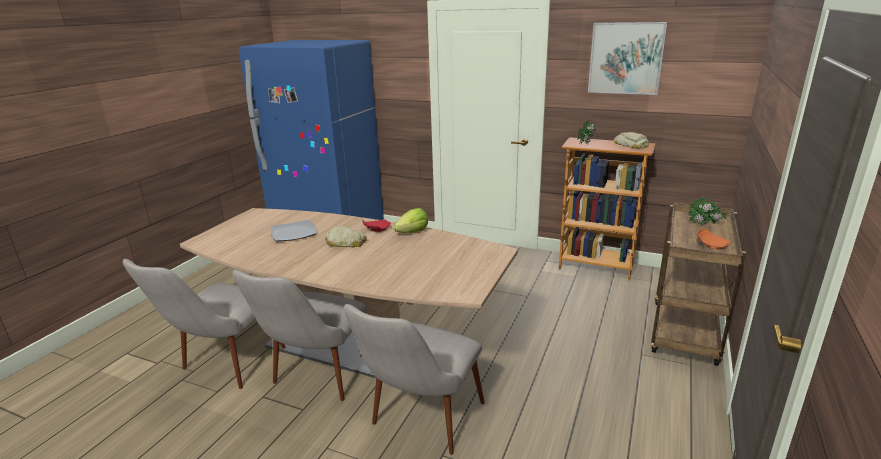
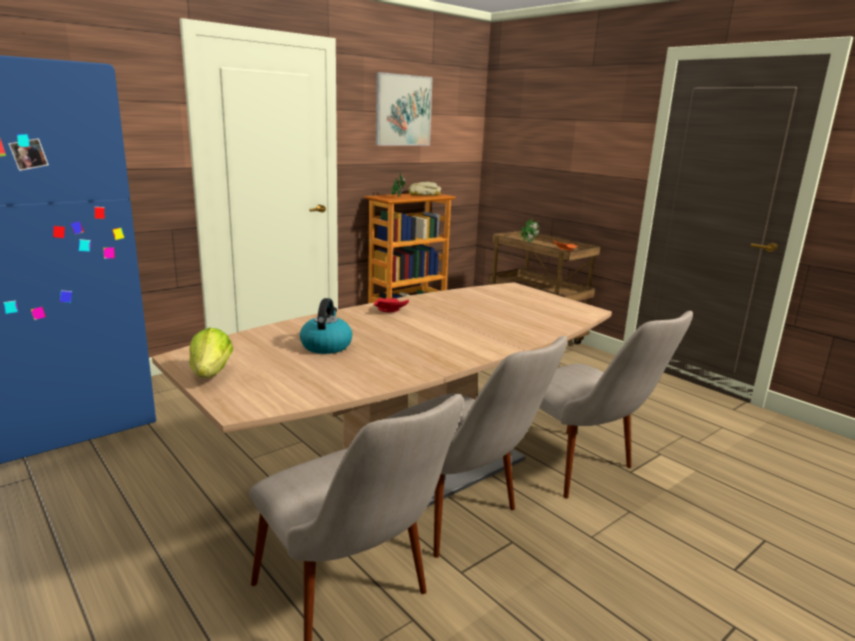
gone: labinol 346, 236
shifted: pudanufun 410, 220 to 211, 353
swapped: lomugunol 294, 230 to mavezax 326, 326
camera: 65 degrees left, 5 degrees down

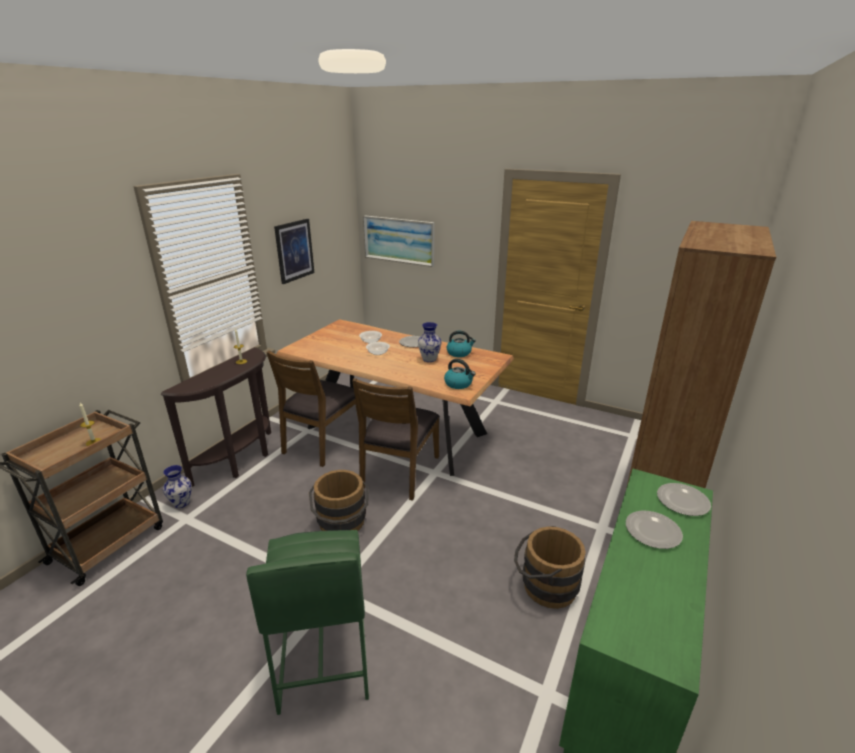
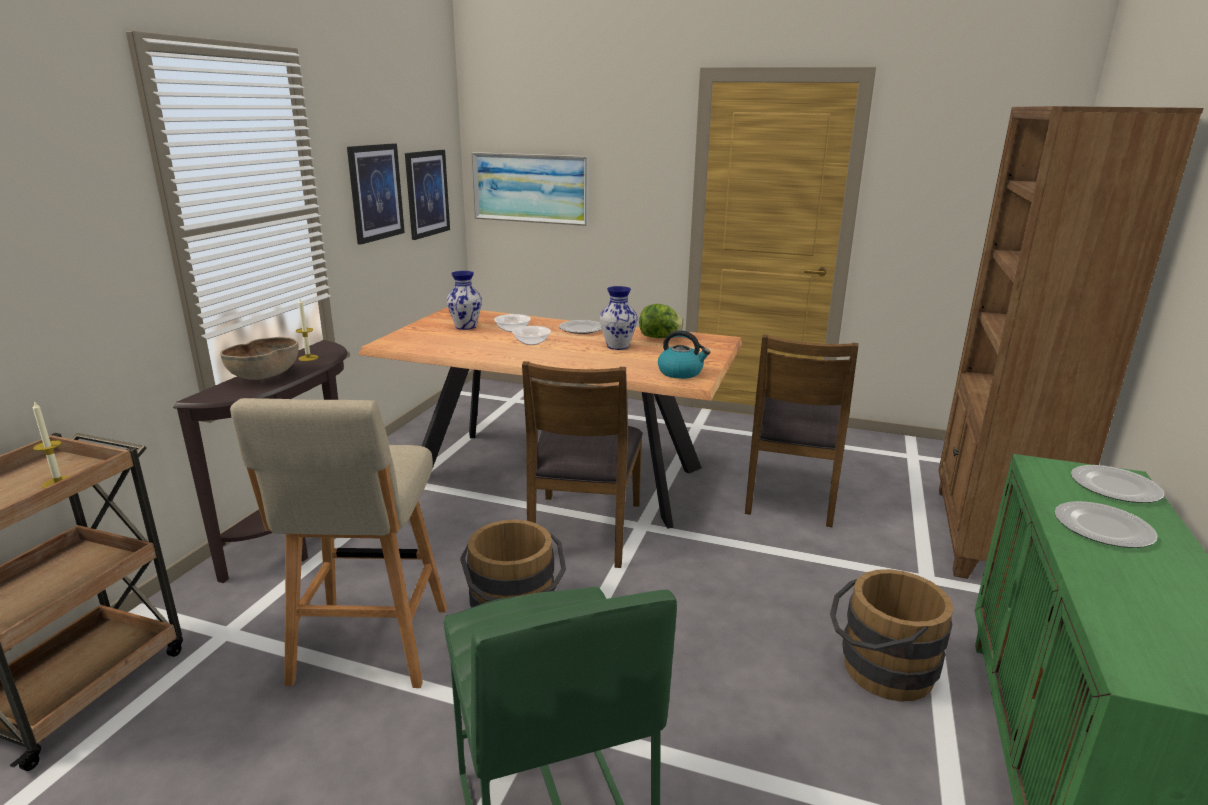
new: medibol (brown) 259, 358; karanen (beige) 338, 543; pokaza 427, 195
shifted: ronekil 177, 486 to 464, 300; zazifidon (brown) 312, 408 to 801, 430
swapped: mavezax 461, 344 to pudanufun 661, 321
camera: 10 degrees left, 5 degrees down

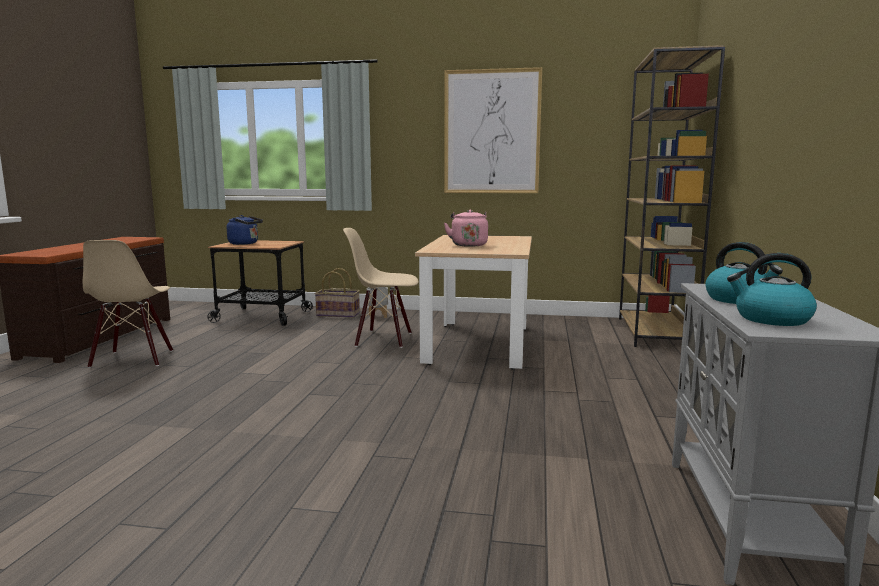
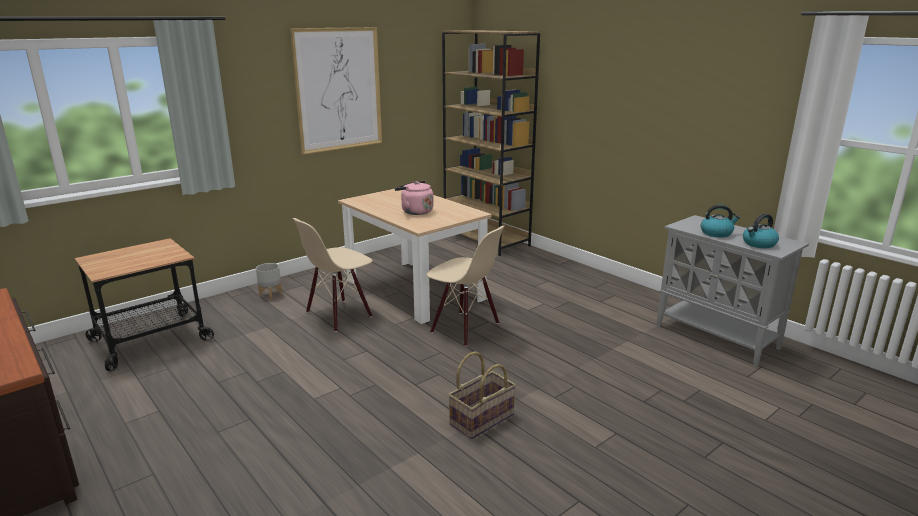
gone: mavezax (blue) 245, 230
shifted: zazifidon (beige) 128, 304 to 465, 286; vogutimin 337, 292 to 482, 395
camera: 50 degrees left, 10 degrees up

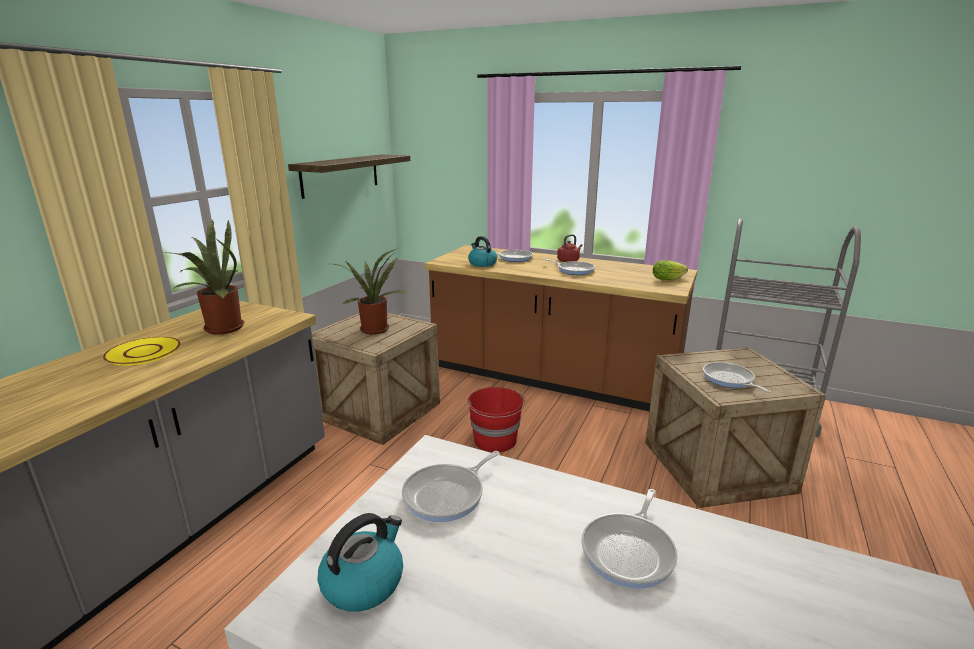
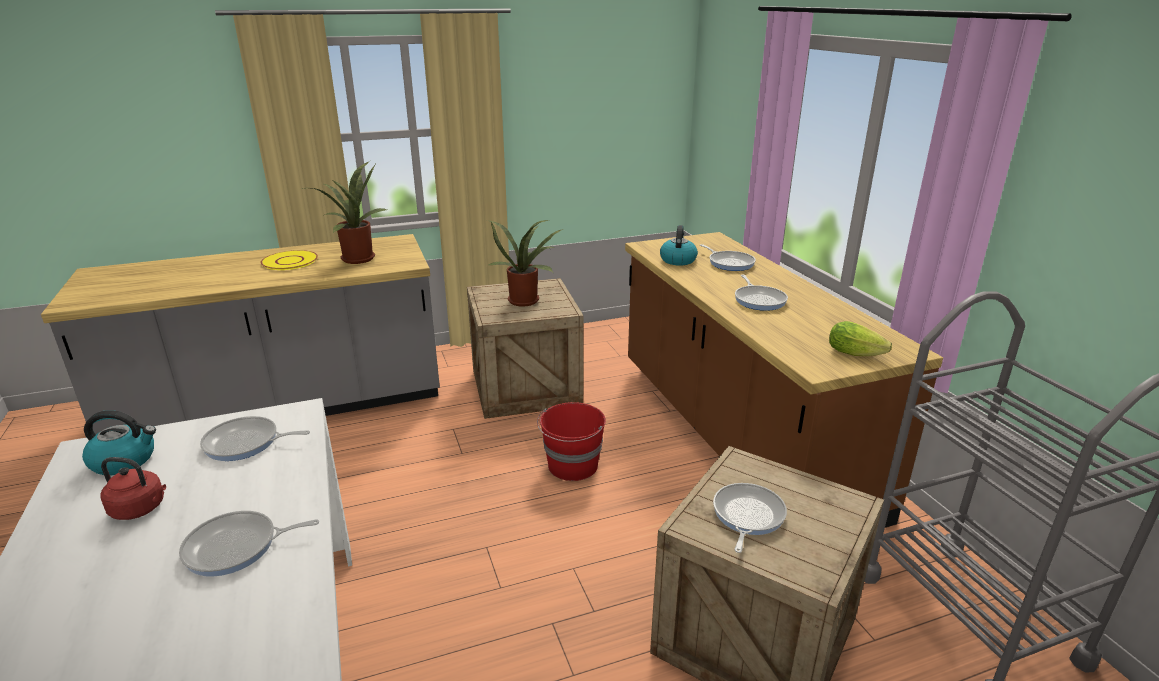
gone: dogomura 349, 177
shifted: mavezax (red) 569, 248 to 133, 488
camera: 45 degrees right, 5 degrees up

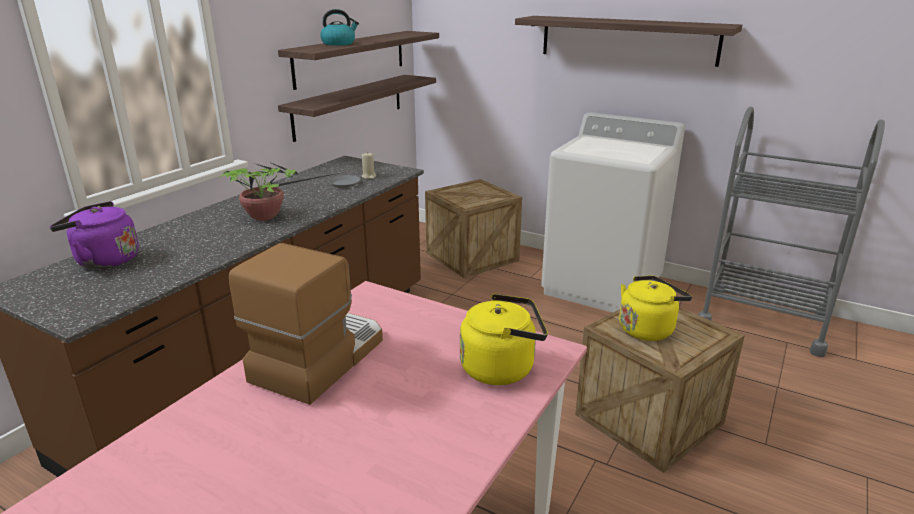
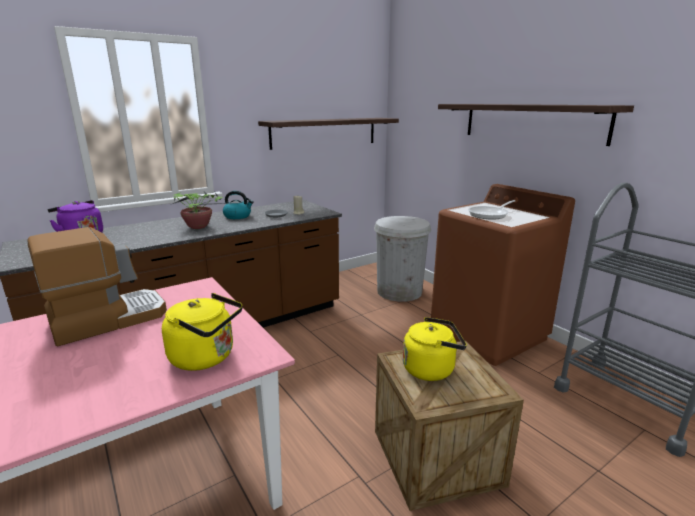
gone: dogomura 357, 108
new: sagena 491, 209
shifted: mavezax 339, 27 to 238, 205
swapped: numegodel 473, 228 to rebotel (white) 402, 259
repainted: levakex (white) 613, 212 to levakex (brown) 503, 275
camera: 25 degrees right, 5 degrees down

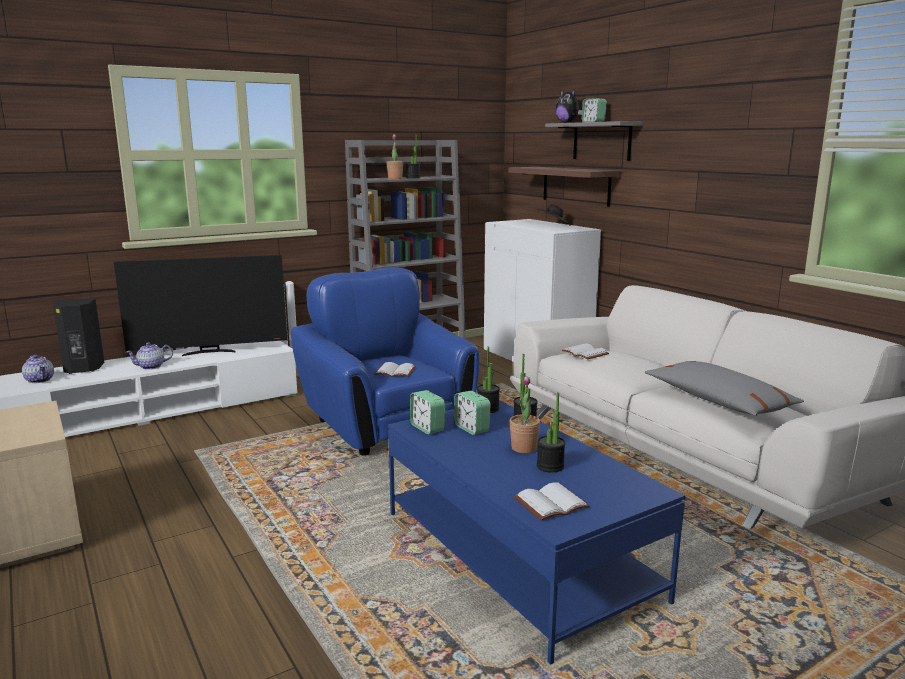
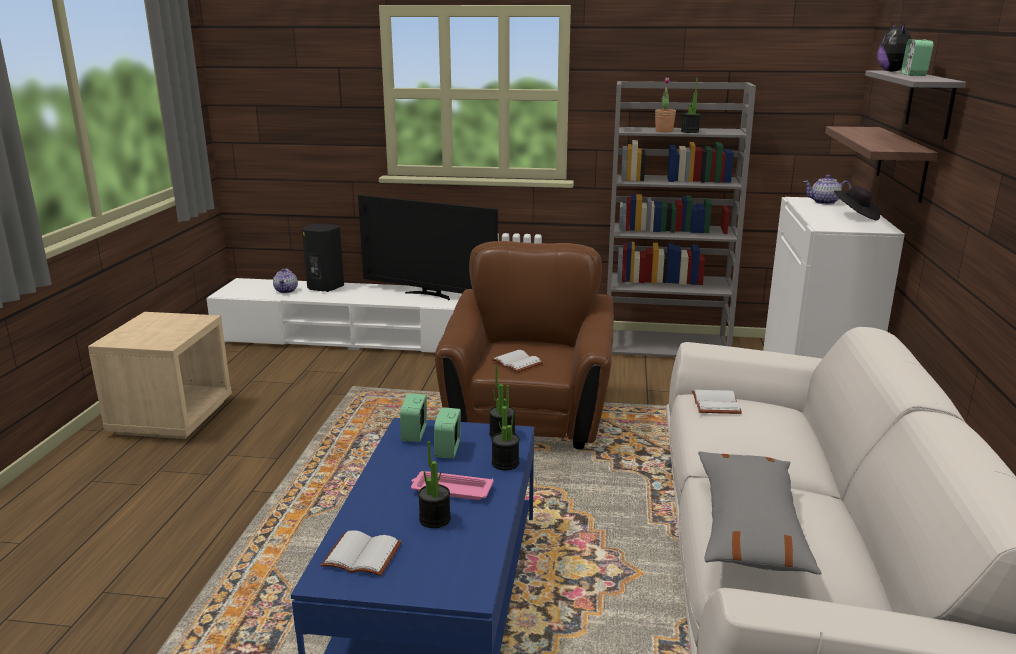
shifted: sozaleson 149, 356 to 827, 190
swapped: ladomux 524, 414 to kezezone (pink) 452, 485
repainted: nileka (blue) 385, 362 to nileka (brown) 524, 345
camera: 40 degrees right, 5 degrees up

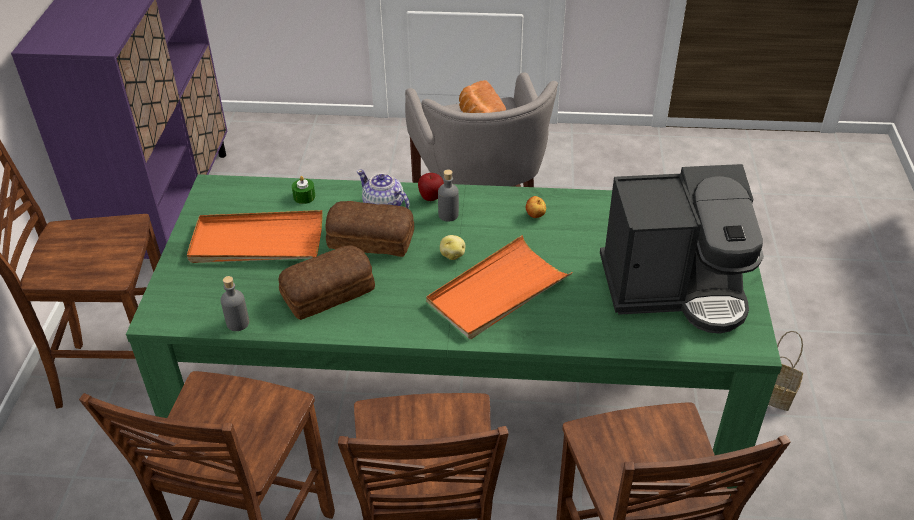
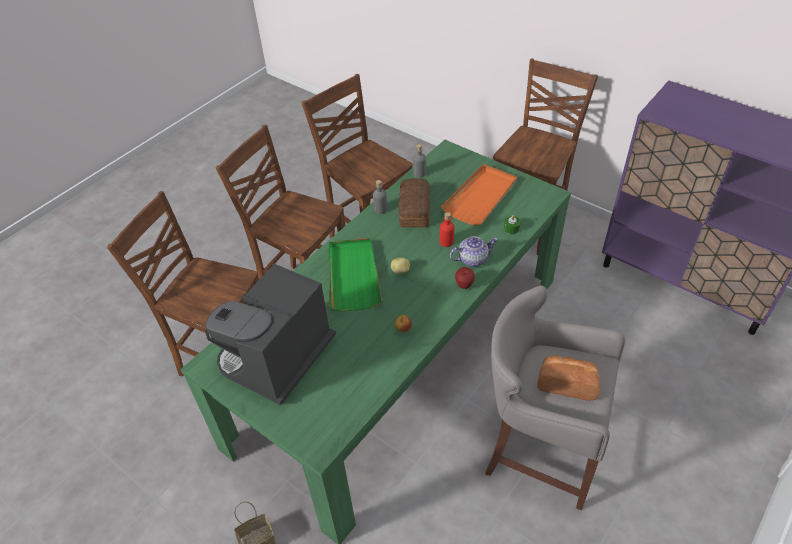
shifted: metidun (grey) 448, 195 to 380, 197
swapped: labinol 369, 229 to metidun (red) 447, 229
repainted: kezezone (orange) 499, 287 to kezezone (green) 355, 274
camera: 125 degrees right, 5 degrees up

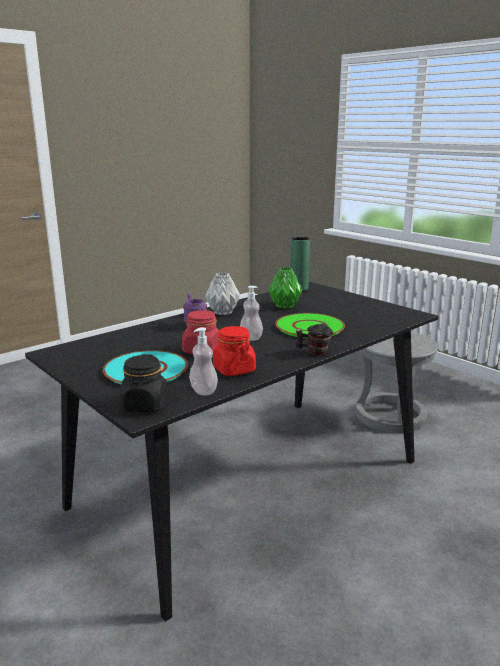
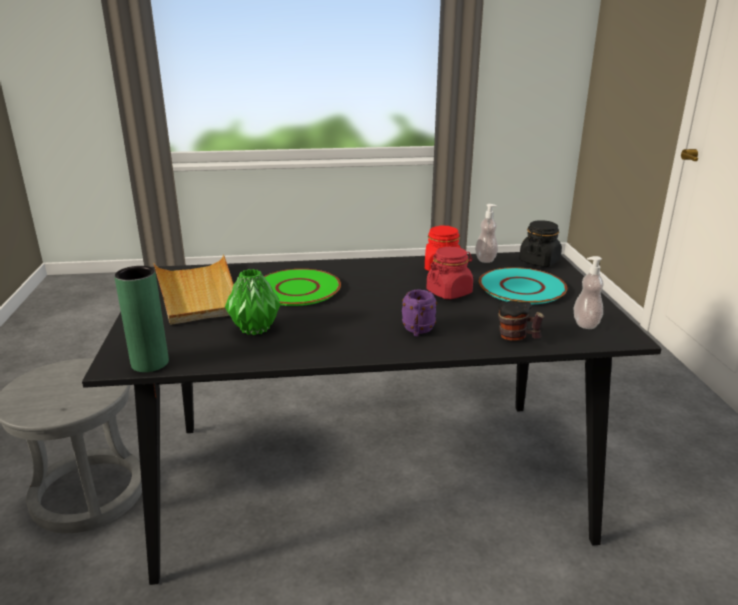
gone: ronekil (grey) 222, 293
new: kezezone (beige) 193, 289
shifted: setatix 251, 313 to 589, 292; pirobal 314, 339 to 521, 321
camera: 145 degrees left, 5 degrees up

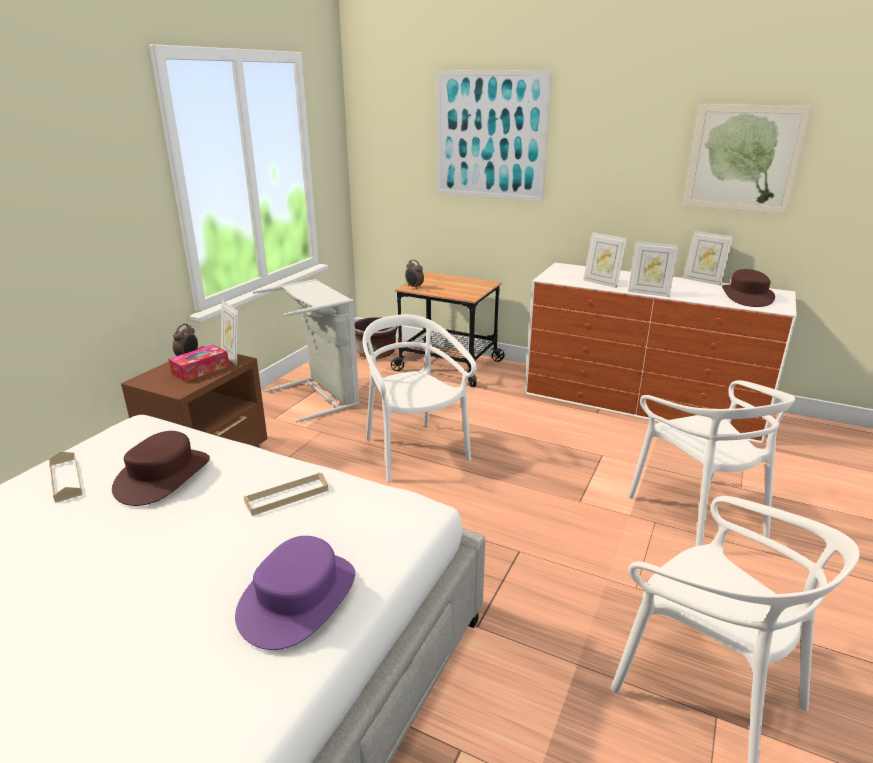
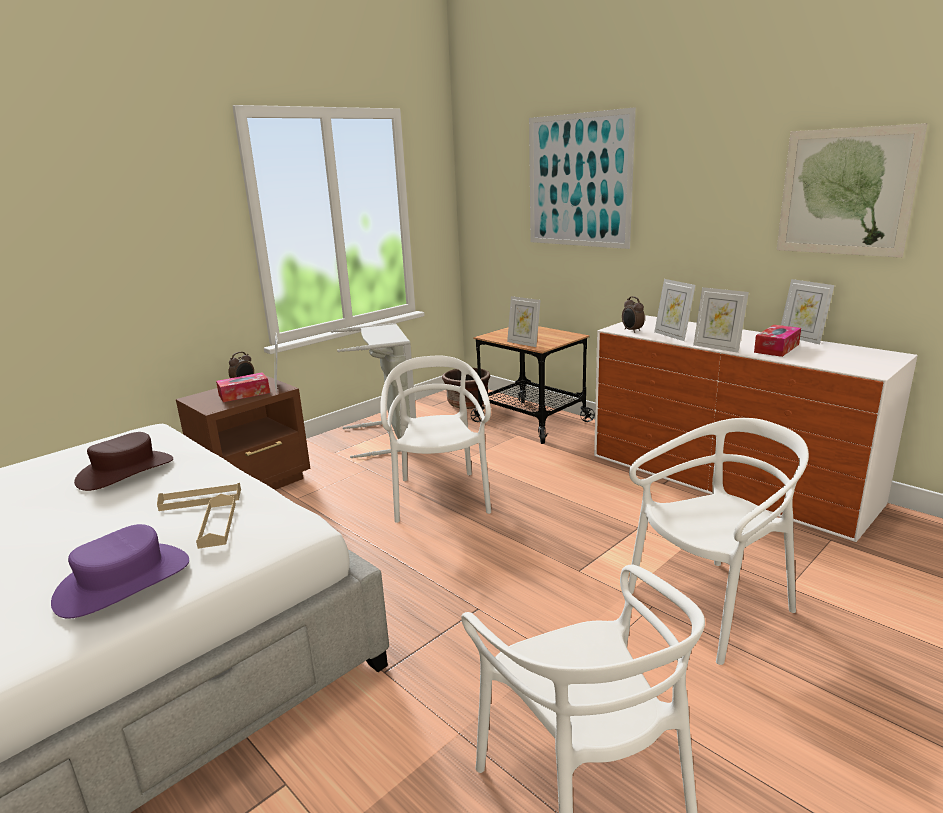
gone: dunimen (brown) 748, 288
new: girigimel 524, 321; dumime 777, 341
shifted: kezezone (beige) 66, 477 to 216, 521; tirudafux 414, 274 to 633, 314
rotated: zazifidon (white) 711, 463 = 718, 541 120 degrees counterclockwise
camera: 20 degrees right, 5 degrees down

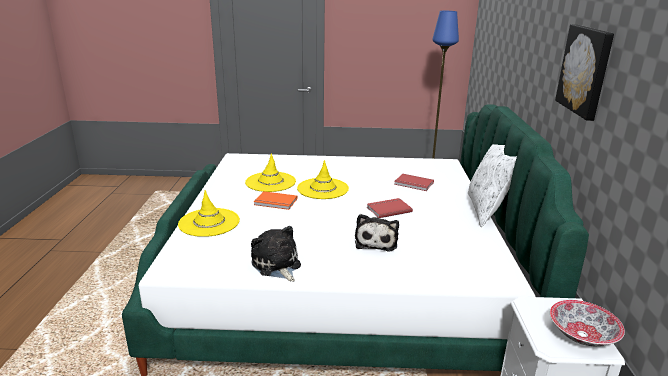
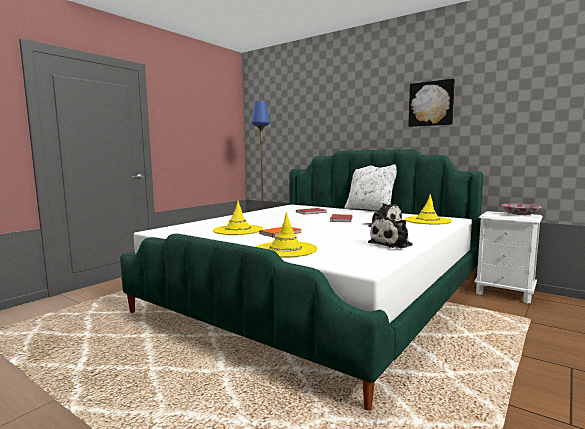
shifted: dunimen (yellow) 323, 179 to 428, 209
rotated: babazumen 276, 254 = 390, 230 45 degrees counterclockwise
camera: 55 degrees left, 15 degrees down

